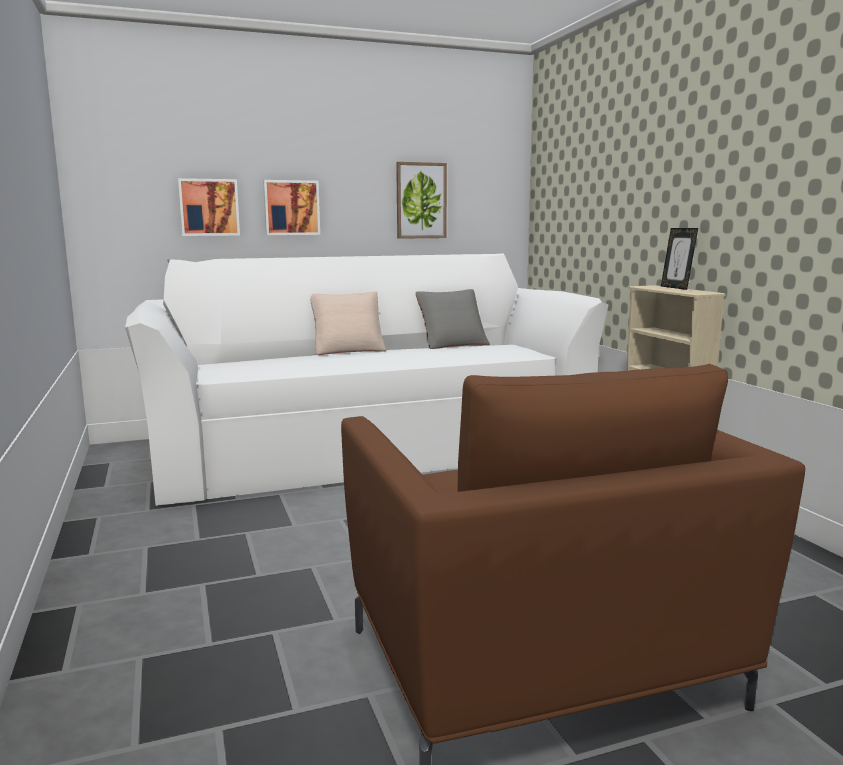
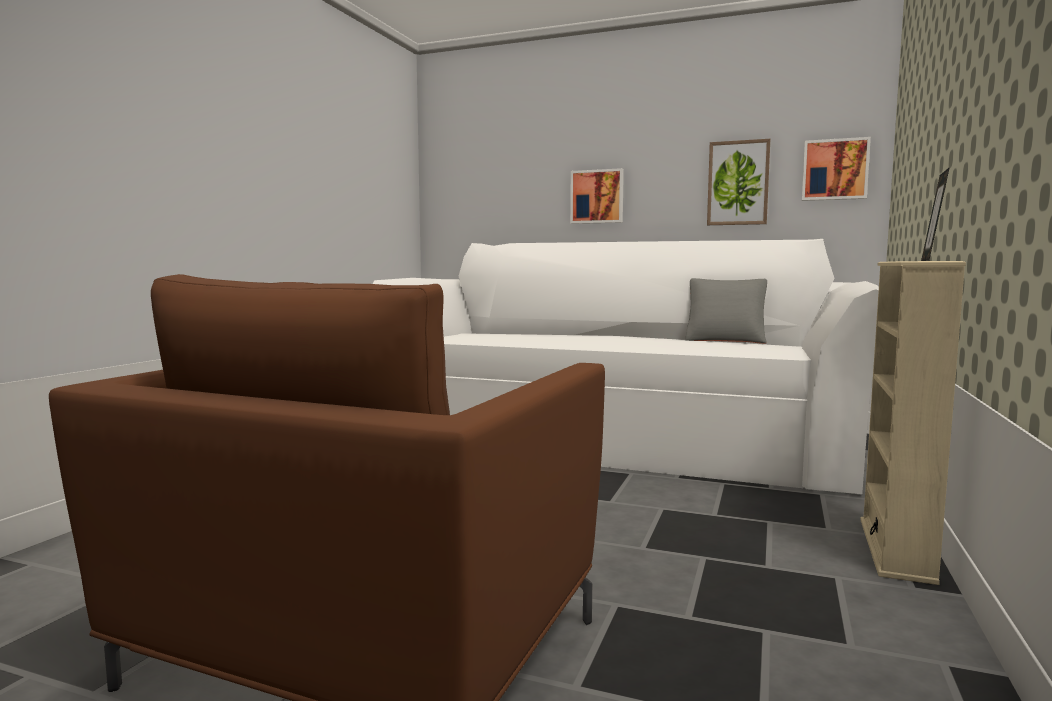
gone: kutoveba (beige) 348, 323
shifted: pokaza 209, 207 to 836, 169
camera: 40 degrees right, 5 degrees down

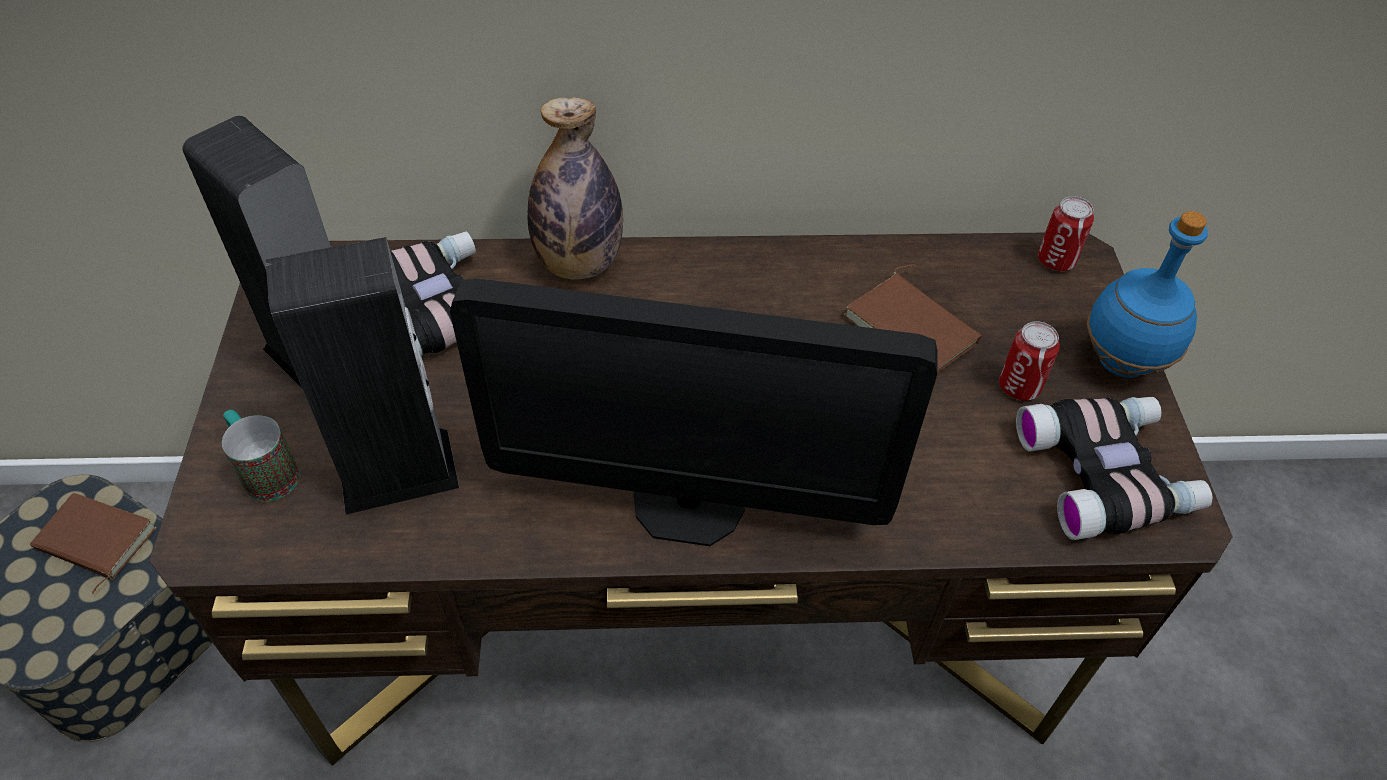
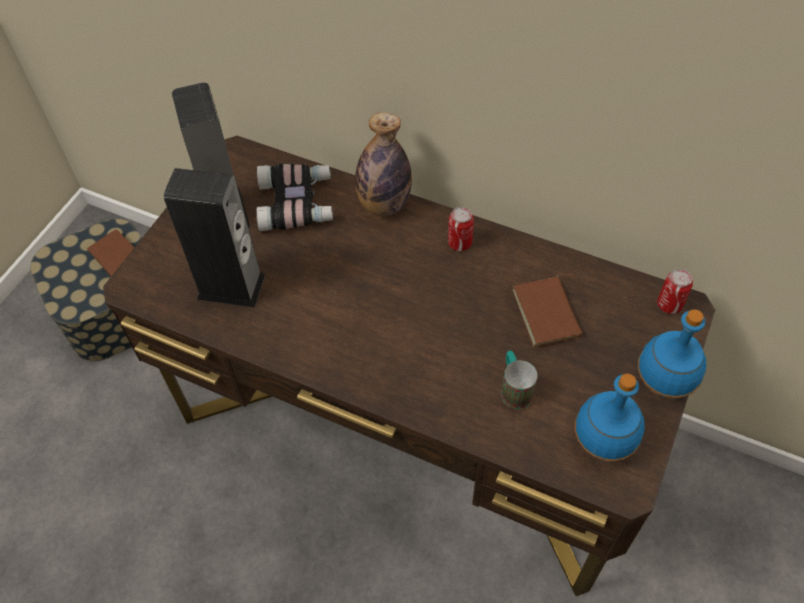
gone: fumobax 694, 412
shifted: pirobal 261, 456 to 519, 380; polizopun 1029, 361 to 461, 229
swapped: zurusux 1114, 468 to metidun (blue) 609, 417
camera: 30 degrees right, 5 degrees up

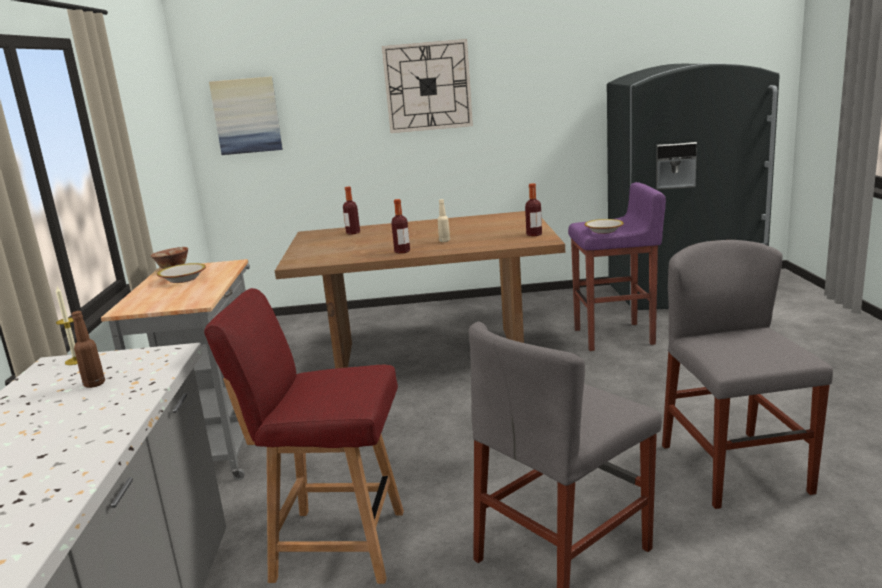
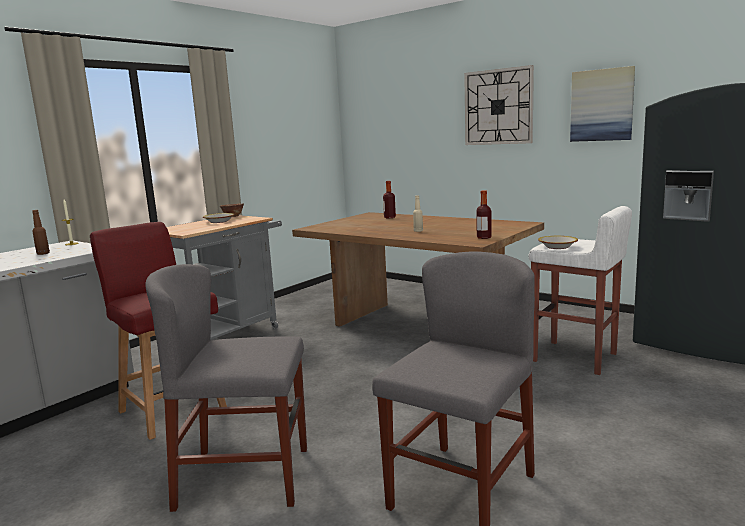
gone: metidun 400, 226
shifted: pokaza 246, 115 to 602, 104
repainted: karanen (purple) 617, 266 to karanen (white) 580, 290
camera: 40 degrees right, 5 degrees down

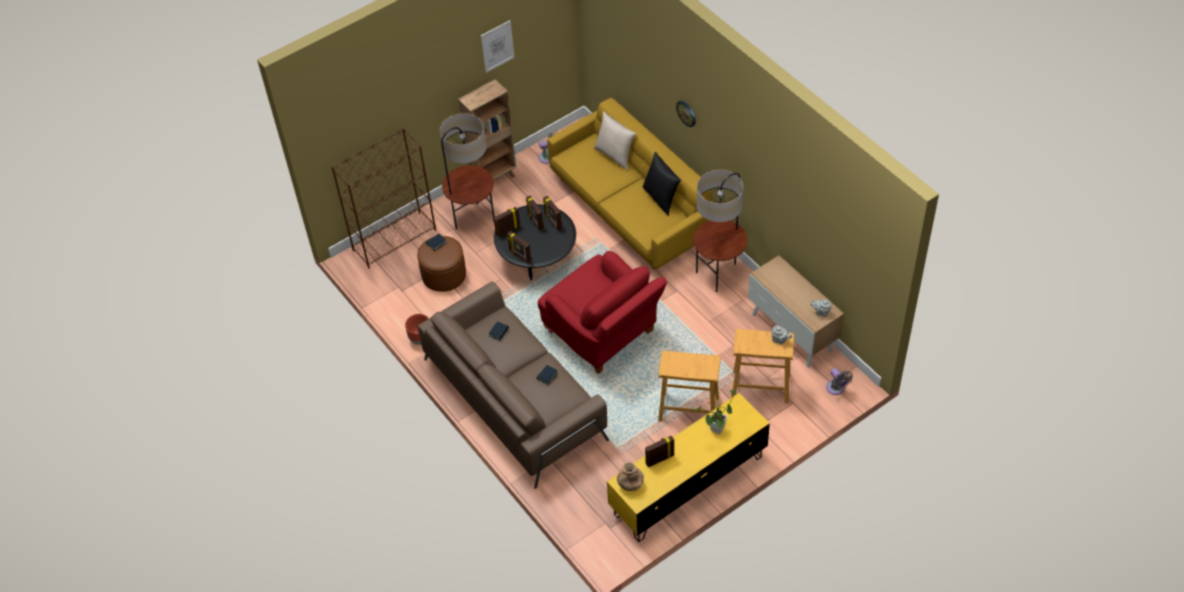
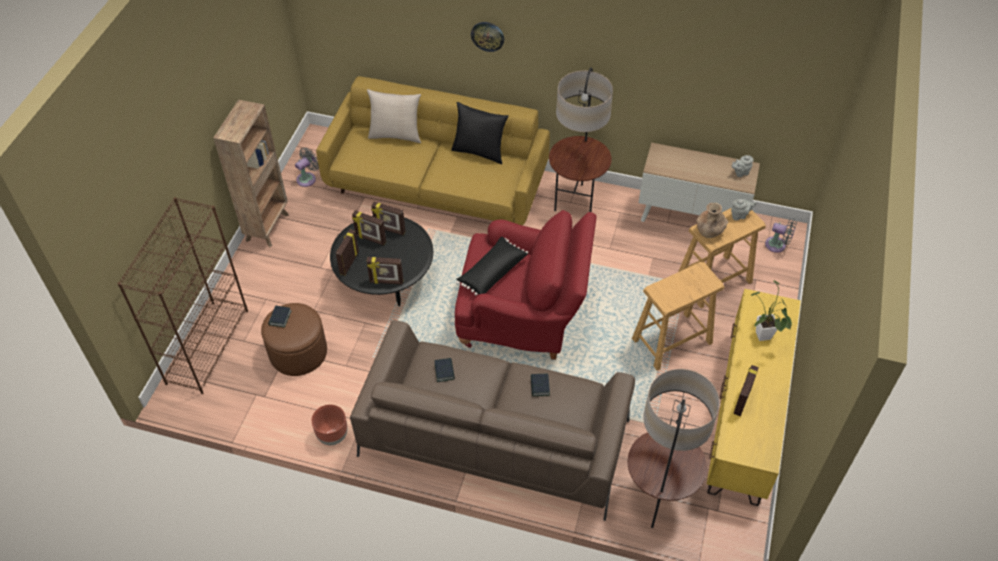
gone: pokaza 498, 46
new: kutoveba (black) 492, 266
shifted: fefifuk 467, 171 to 674, 448; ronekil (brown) 630, 476 to 712, 220
camera: 40 degrees left, 0 degrees up

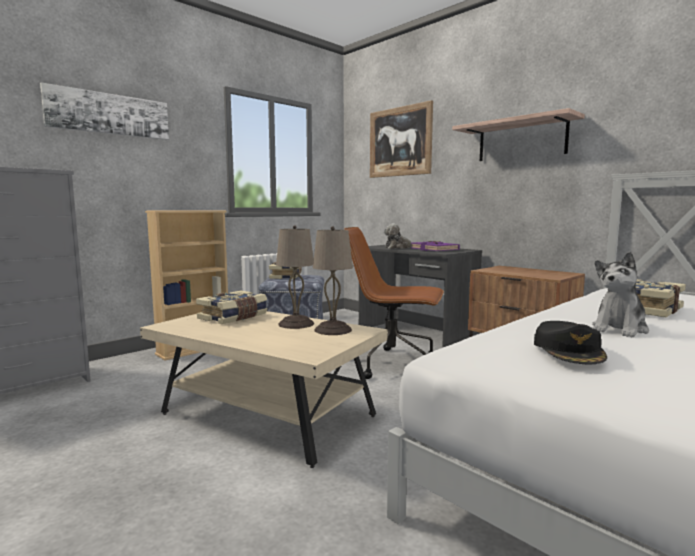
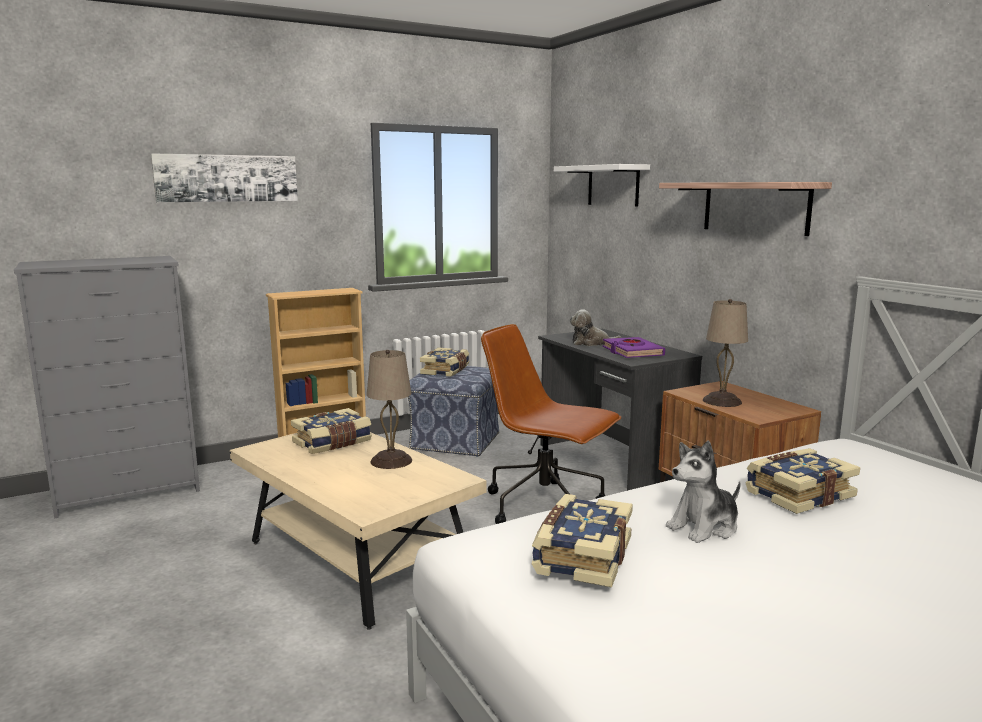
shifted: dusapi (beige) 333, 280 to 725, 353
swapped: pokaza 401, 139 to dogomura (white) 602, 185; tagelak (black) 570, 342 to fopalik 582, 540
camera: 15 degrees right, 5 degrees up

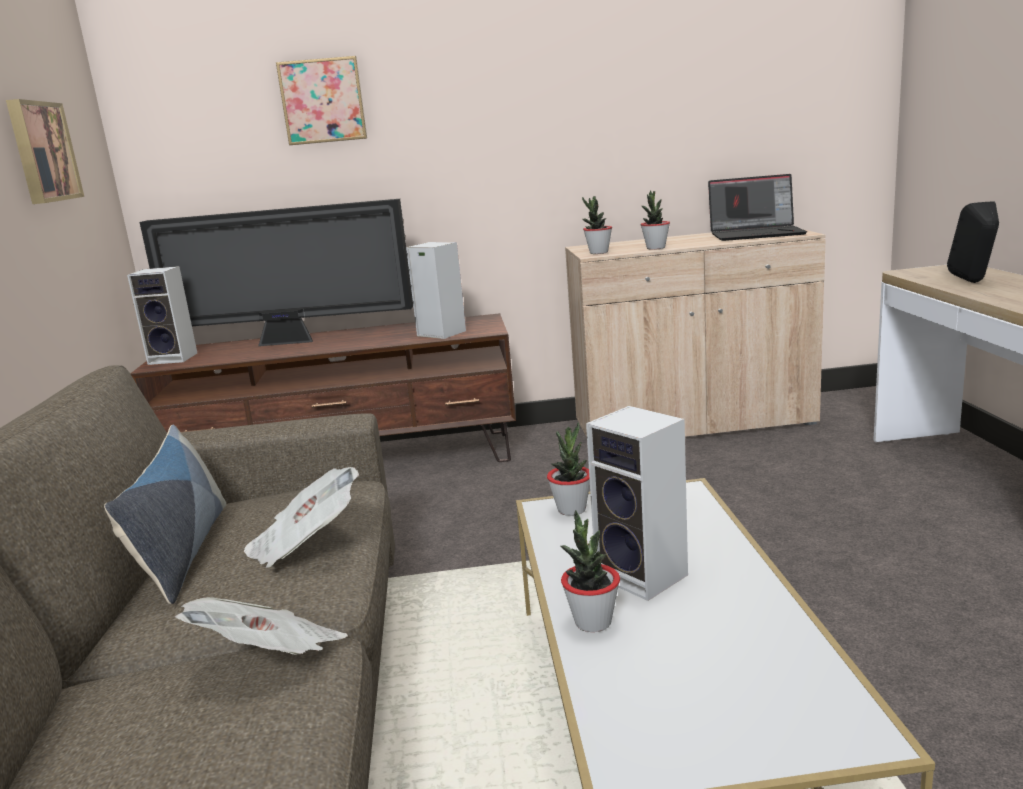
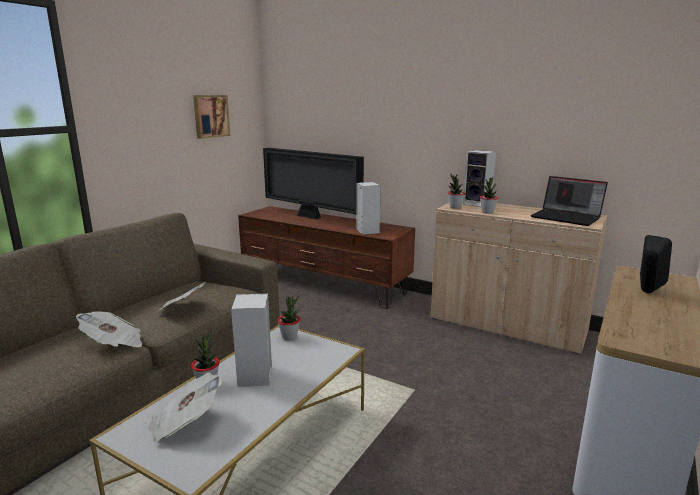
gone: kutoveba 165, 514; pokaza 321, 100
new: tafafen 184, 407
shifted: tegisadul 162, 315 to 479, 178
camera: 35 degrees right, 0 degrees up

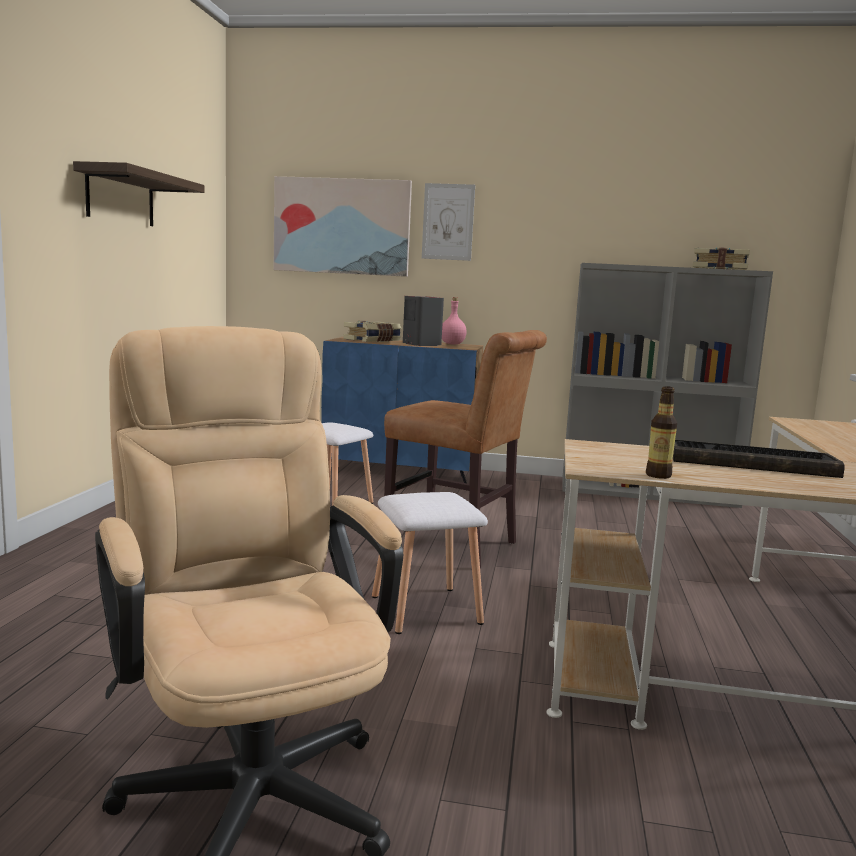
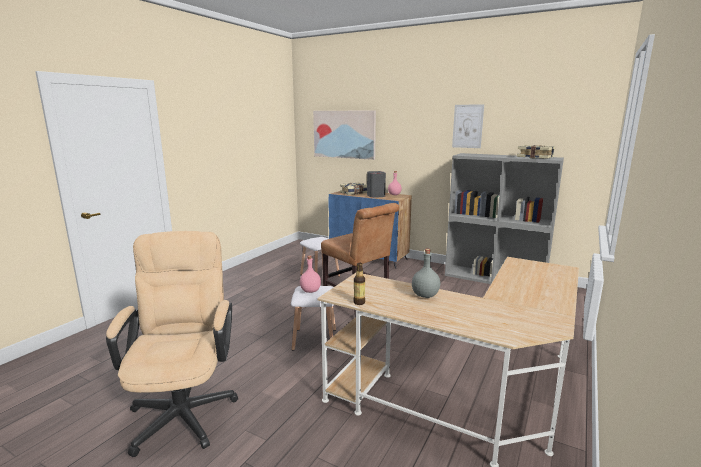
gone: dogomura 139, 193
new: metidun (pink) 310, 274
shifted: pokaza 448, 222 to 468, 126
swapped: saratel 758, 458 to metidun (grey) 426, 273
camera: 20 degrees right, 5 degrees up

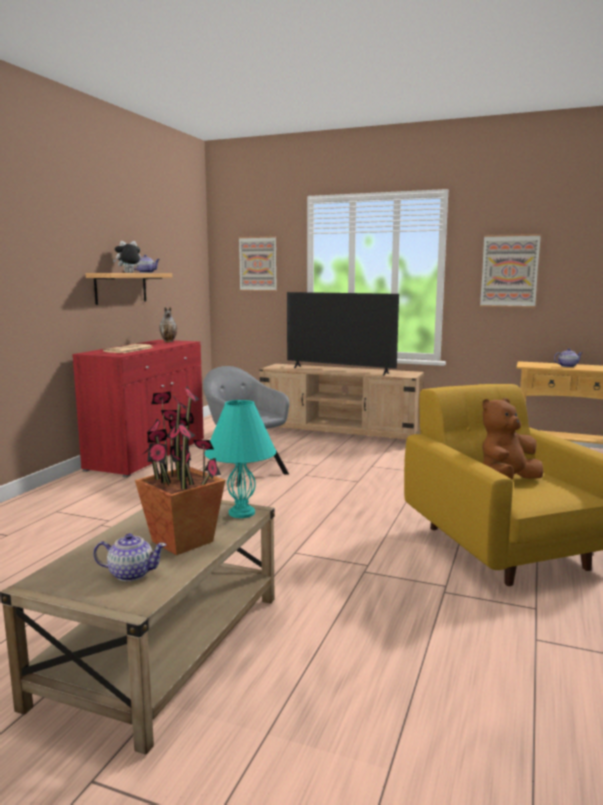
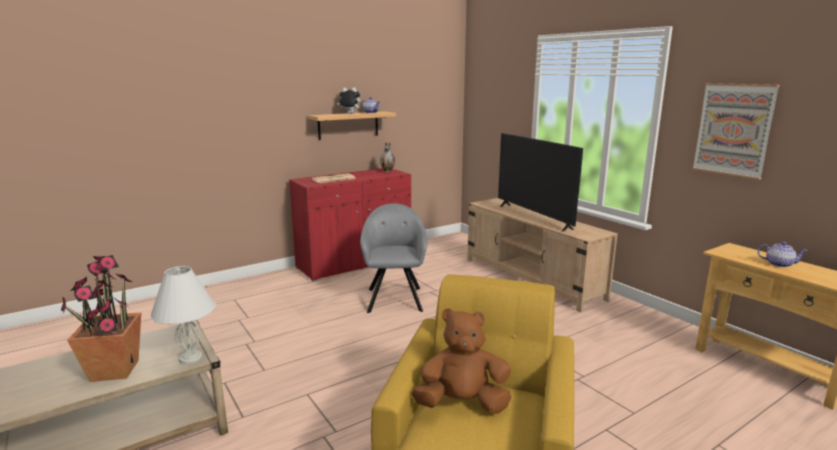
gone: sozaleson 129, 557; pokaza 258, 263
repainted: dusapi (turquoise) 240, 459 to dusapi (white) 183, 315
camera: 35 degrees right, 5 degrees up

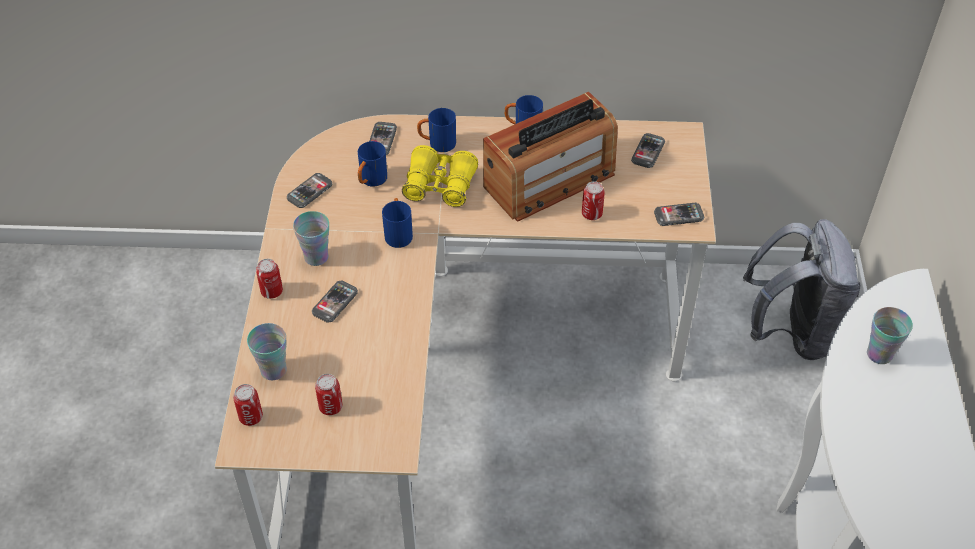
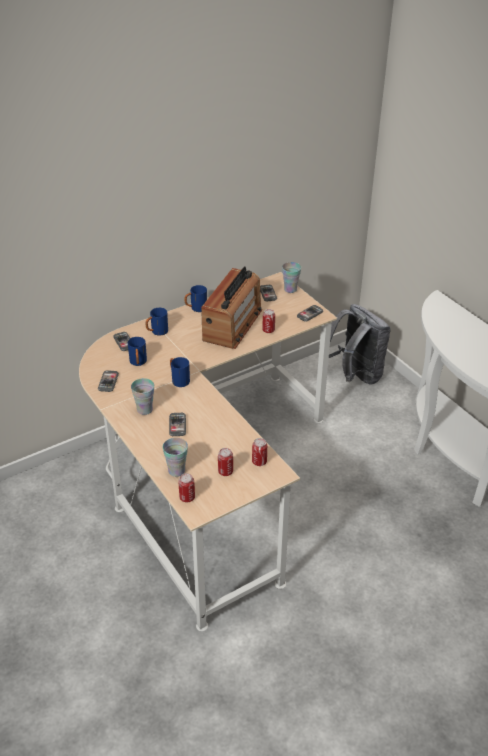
gone: zurusux (yellow) 440, 176
shifted: polizopun 269, 279 to 259, 452; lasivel 890, 335 to 291, 277
camera: 35 degrees left, 10 degrees down

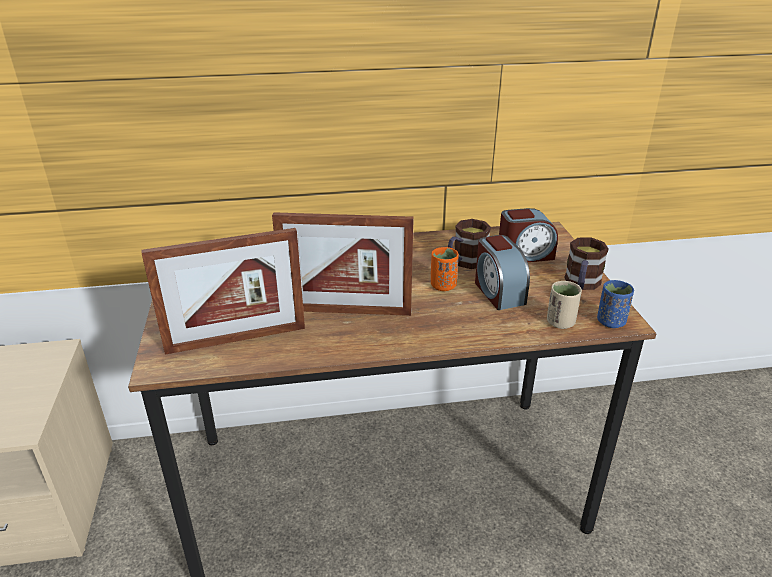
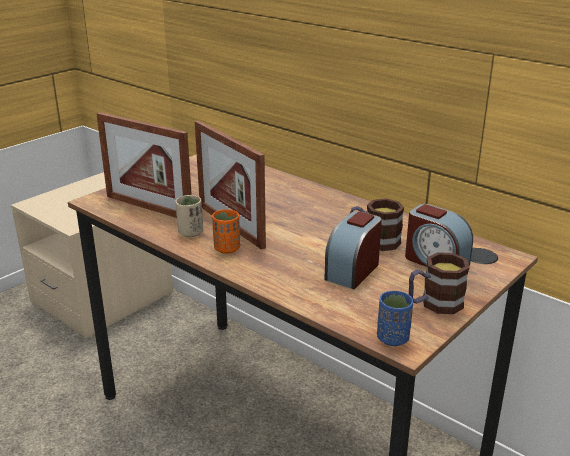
shifted: lasivel (orange) 445, 269 to 226, 231; lasivel (beige) 564, 305 to 189, 216
camera: 50 degrees right, 5 degrees down

